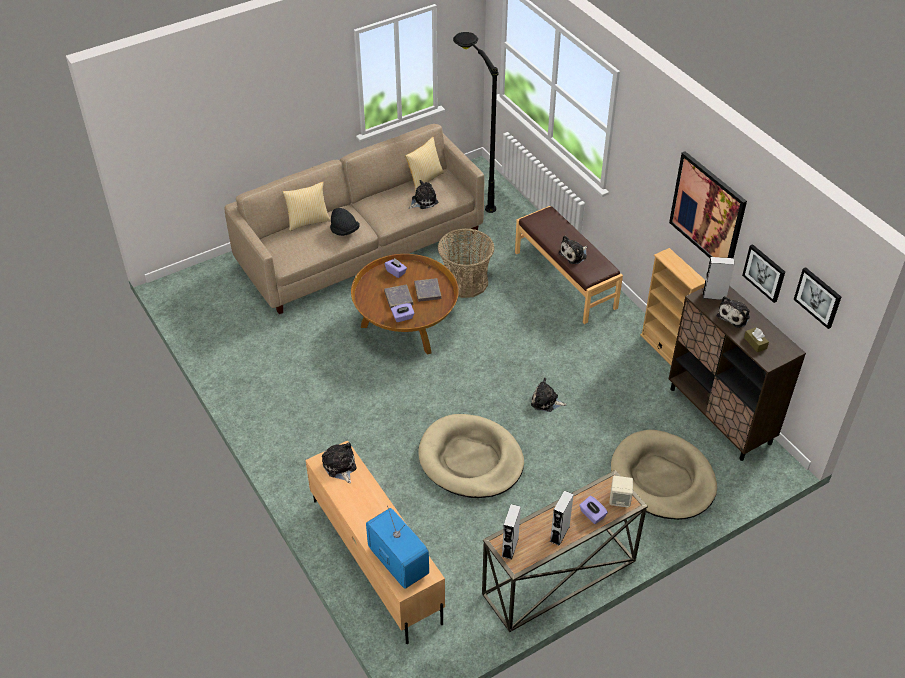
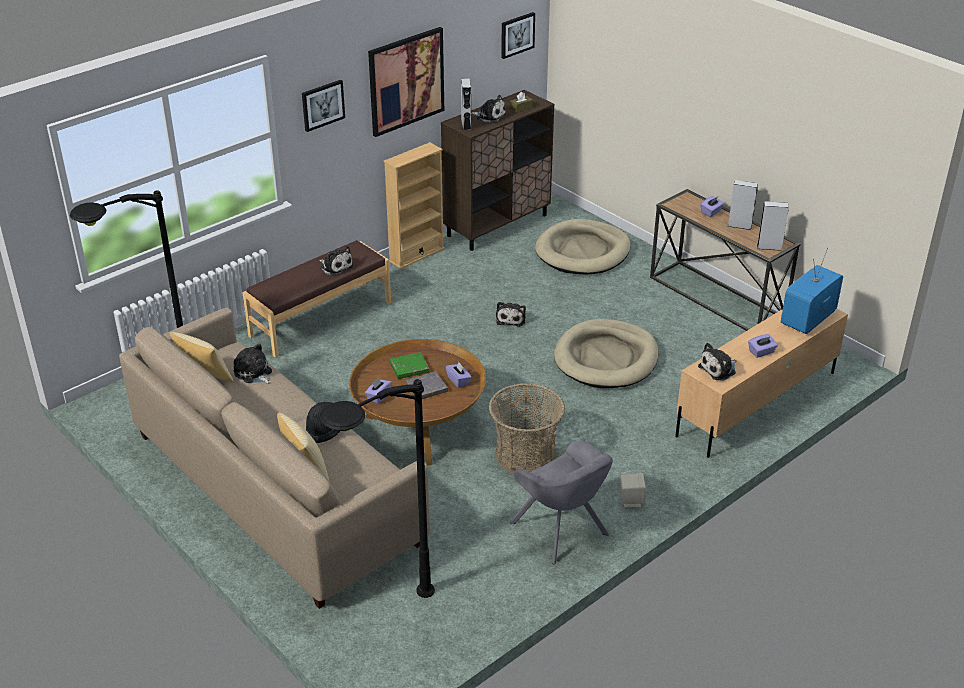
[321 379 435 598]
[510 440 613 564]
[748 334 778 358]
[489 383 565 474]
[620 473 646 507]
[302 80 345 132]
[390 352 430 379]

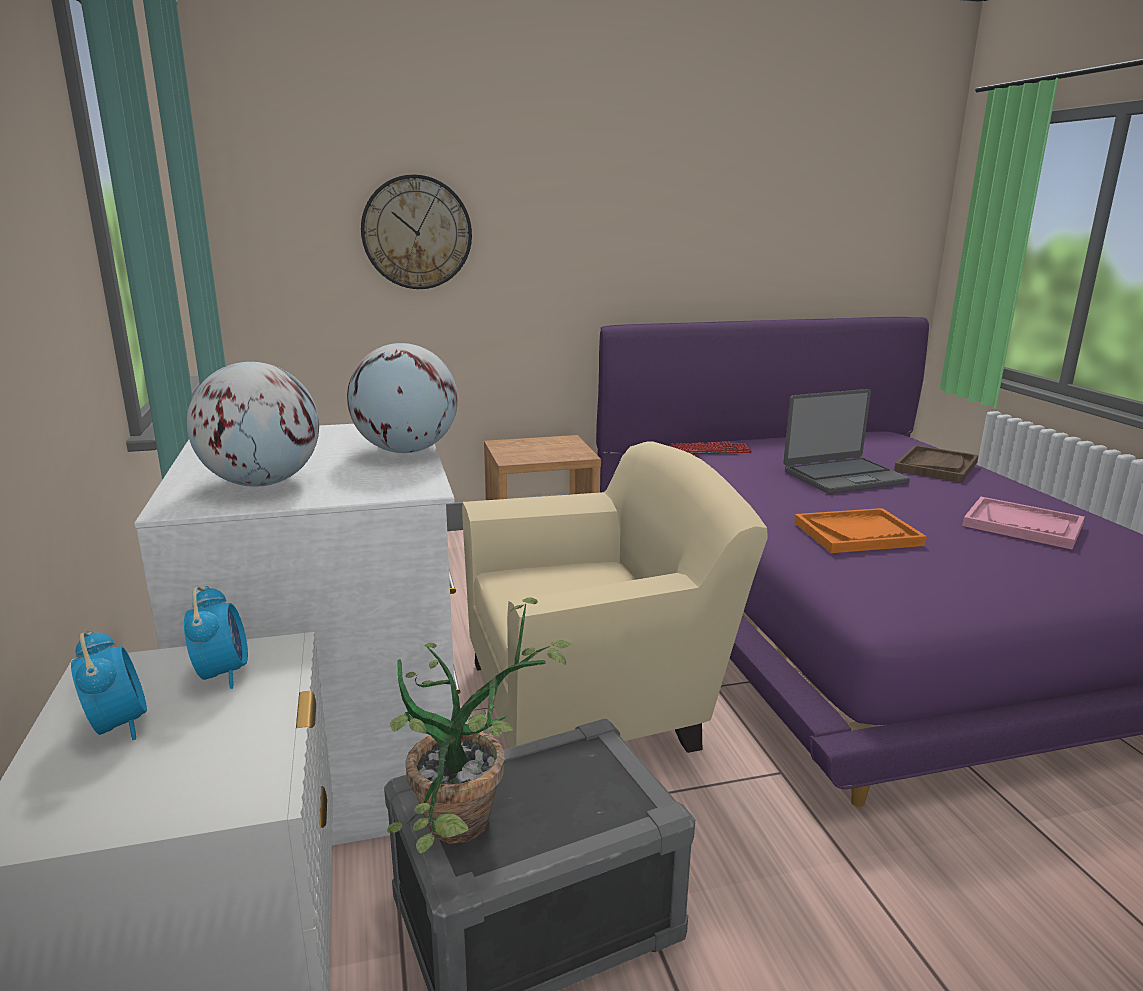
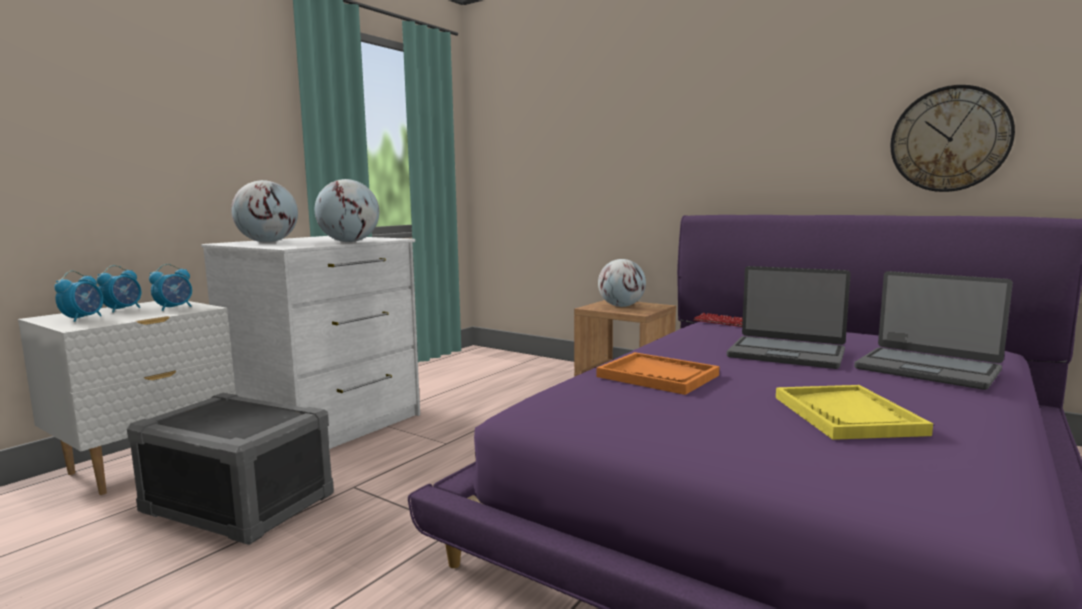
[387 597 571 853] (first image)
[462 442 768 753] (first image)
[54 271 103 322]
[598 259 646 307]
[890 85 1015 192]
[854 271 1013 390]
[776 385 933 440]

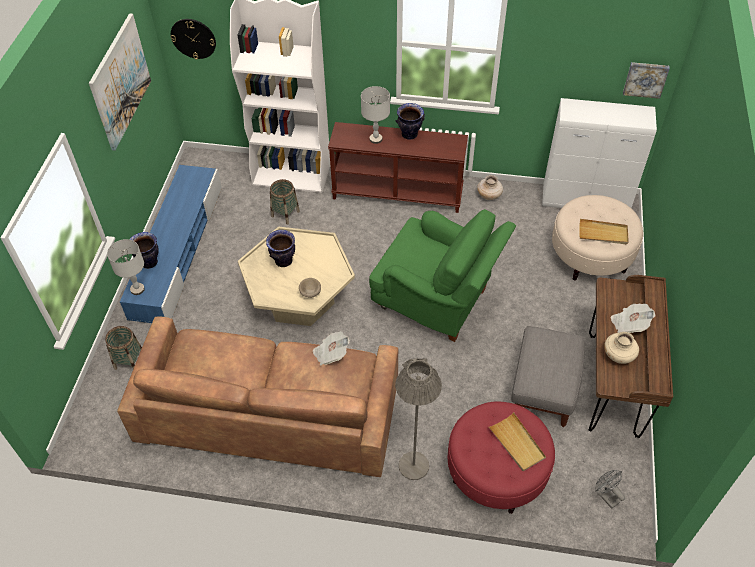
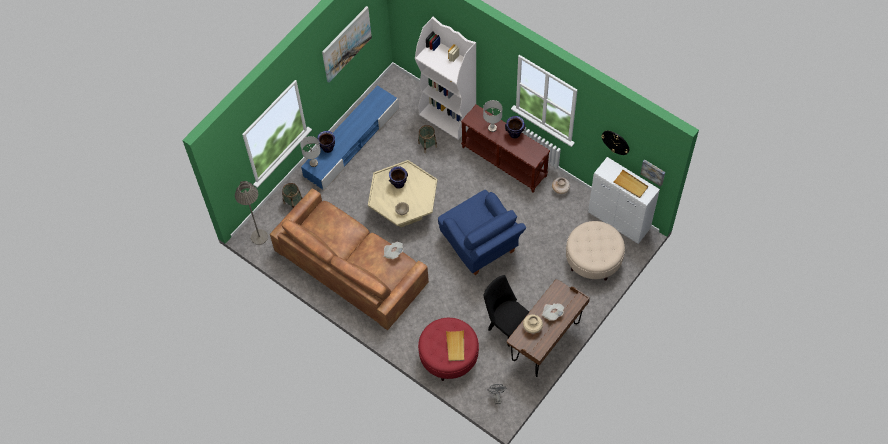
[601 131 629 155]
[235 181 268 245]
[613 169 648 198]
[483 275 529 346]
[438 190 526 275]

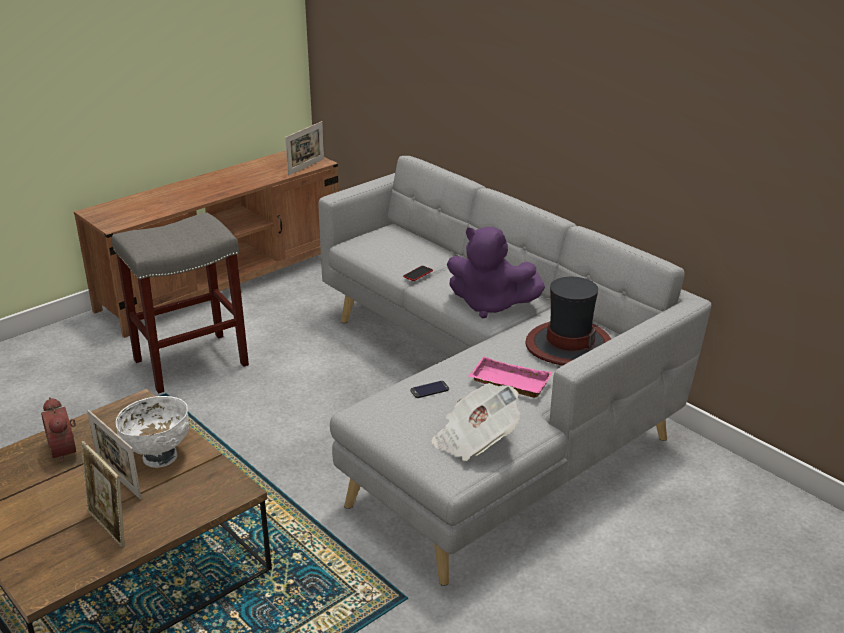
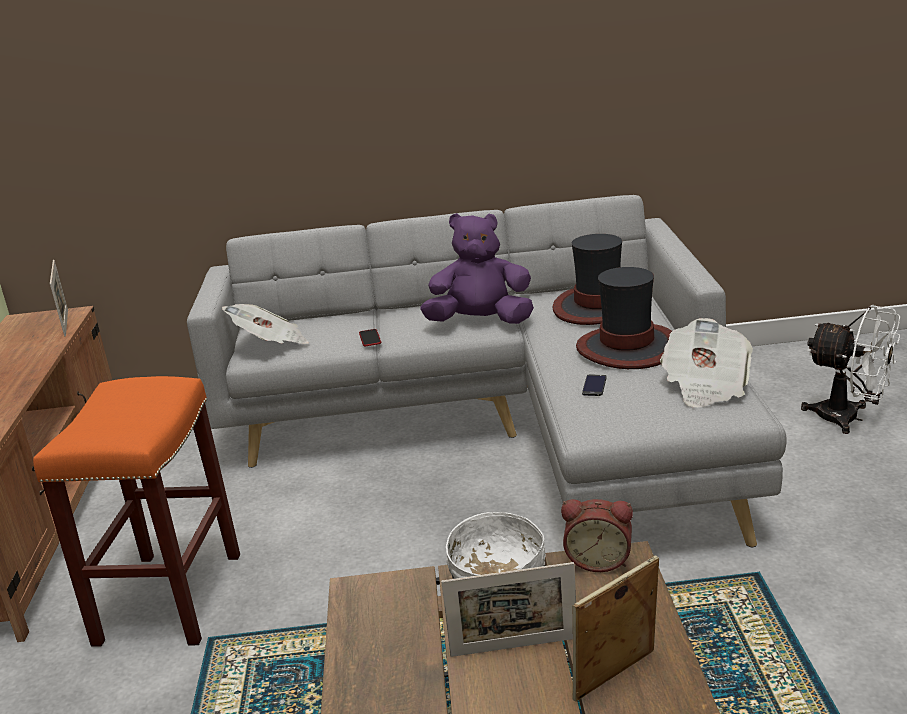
[222 304 309 344]
[801 305 900 434]
[561 499 633 572]
[576 267 672 369]
[33 376 240 647]
[572 556 659 702]
[420 213 534 324]

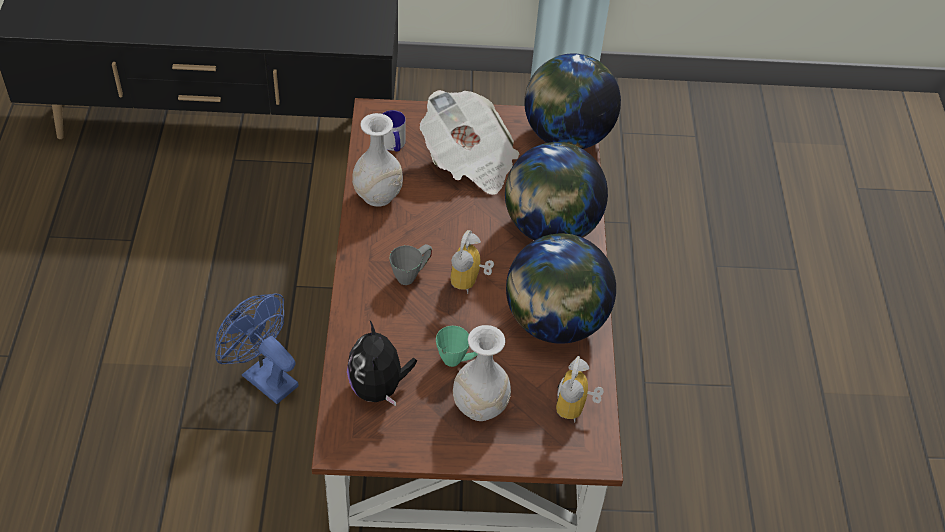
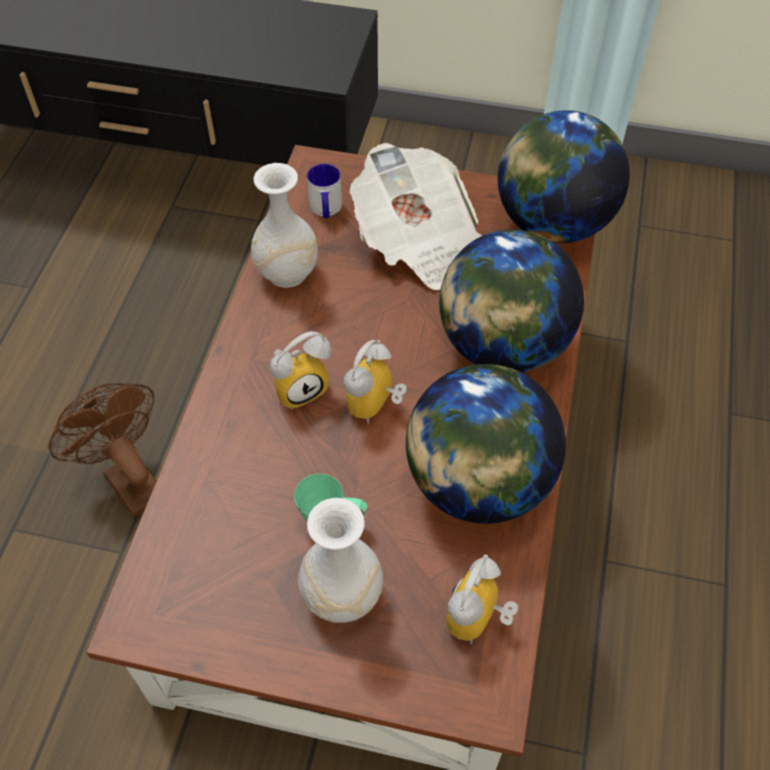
[347 321 417 406] (first image)
[270 331 331 409]
[48 382 156 517]

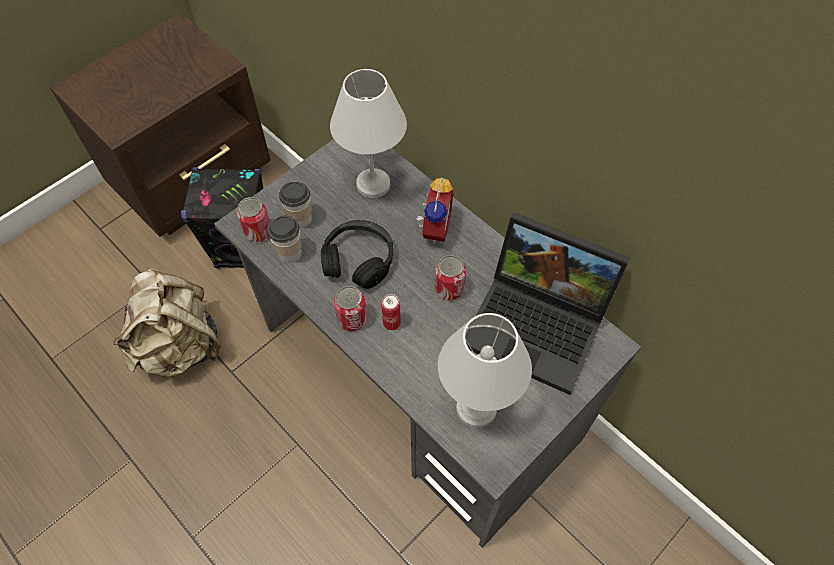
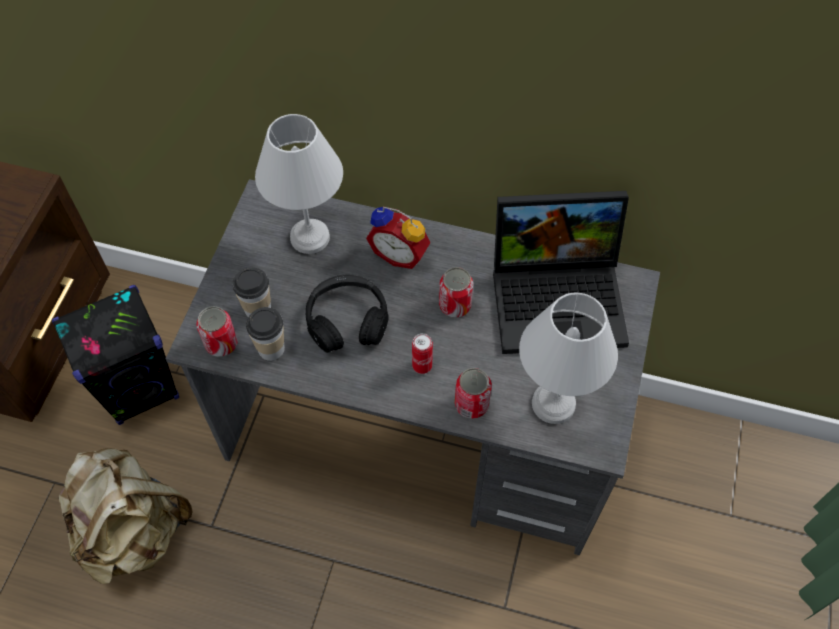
[455 368 492 419]
[366 207 431 269]

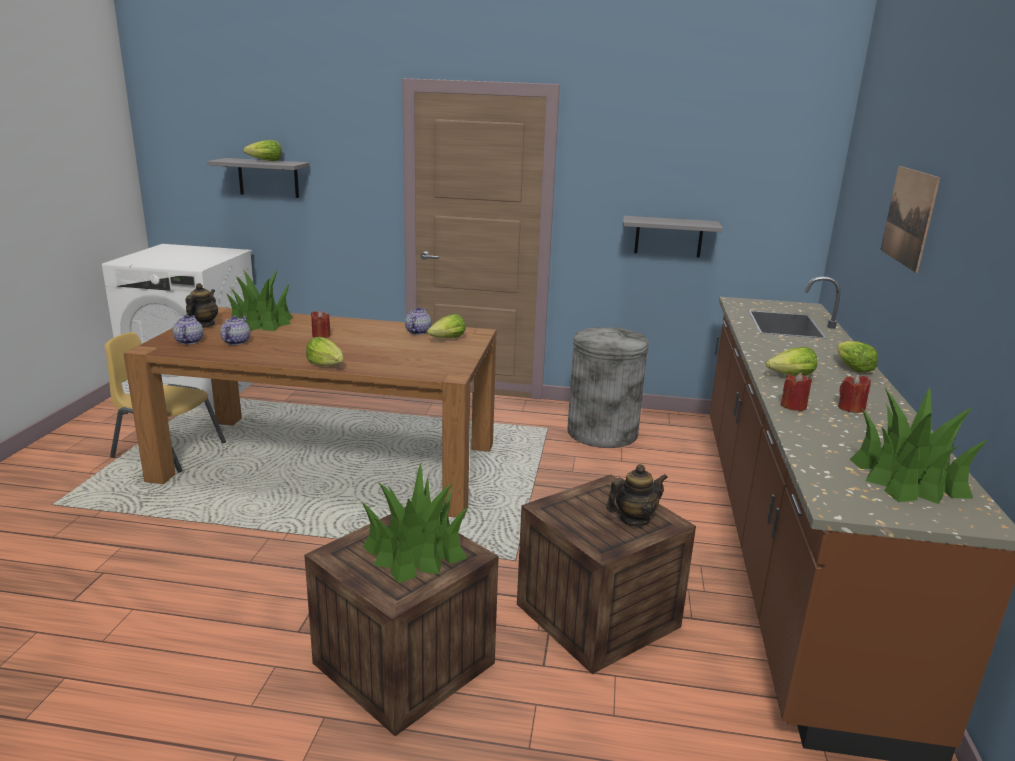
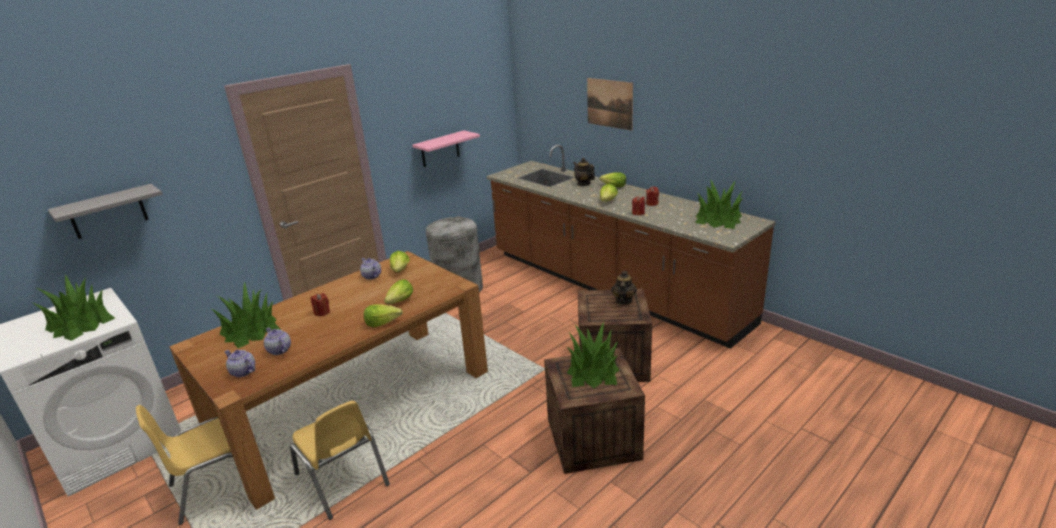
[31 274 115 341]
[290 401 390 520]
[573 158 595 186]
[384 279 413 304]
[412 130 480 167]

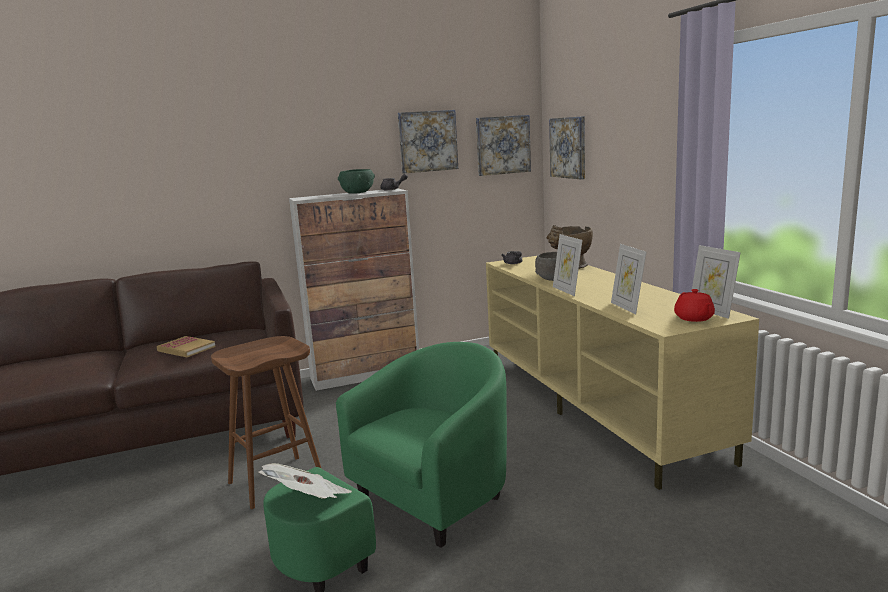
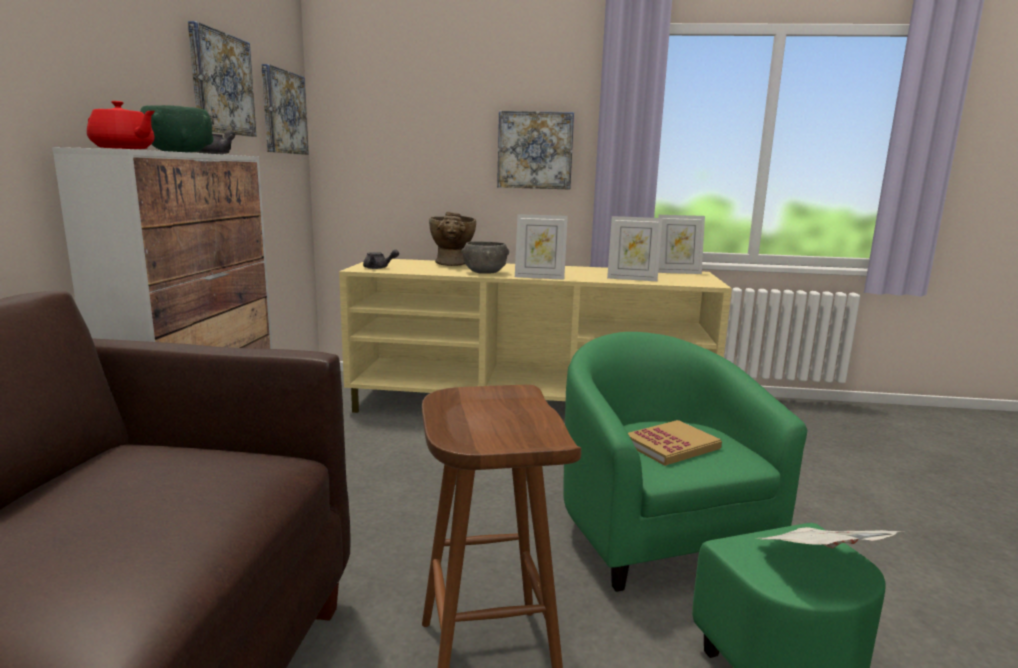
[628 420 722 466]
[497 111 574 189]
[87 101 155 149]

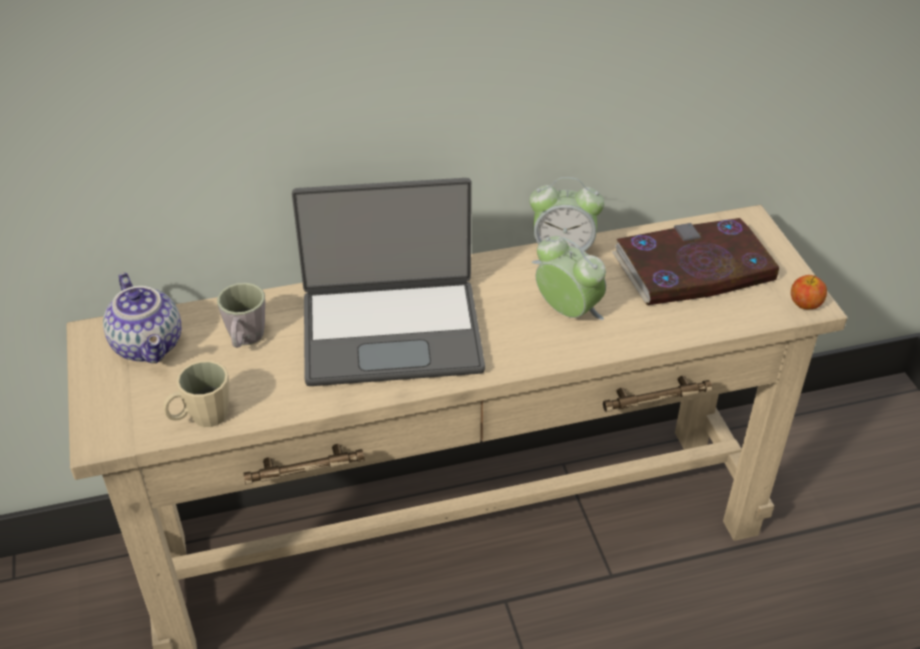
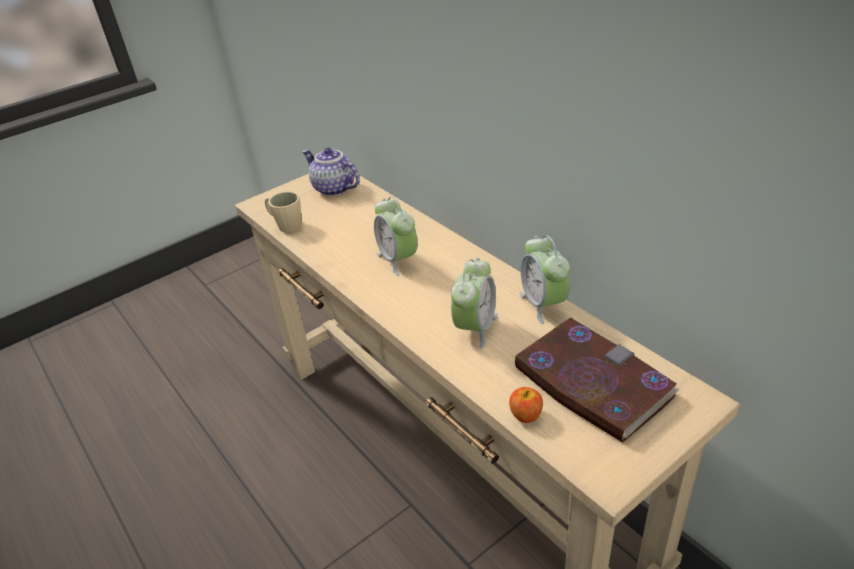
[217 283 265 348] (first image)
[509 387 543 423]
[374 196 417 276]
[302 148 360 196]

